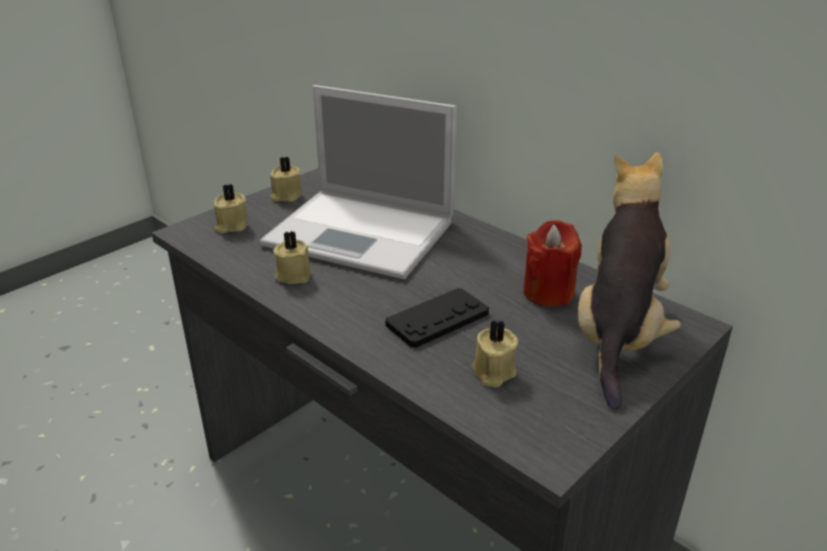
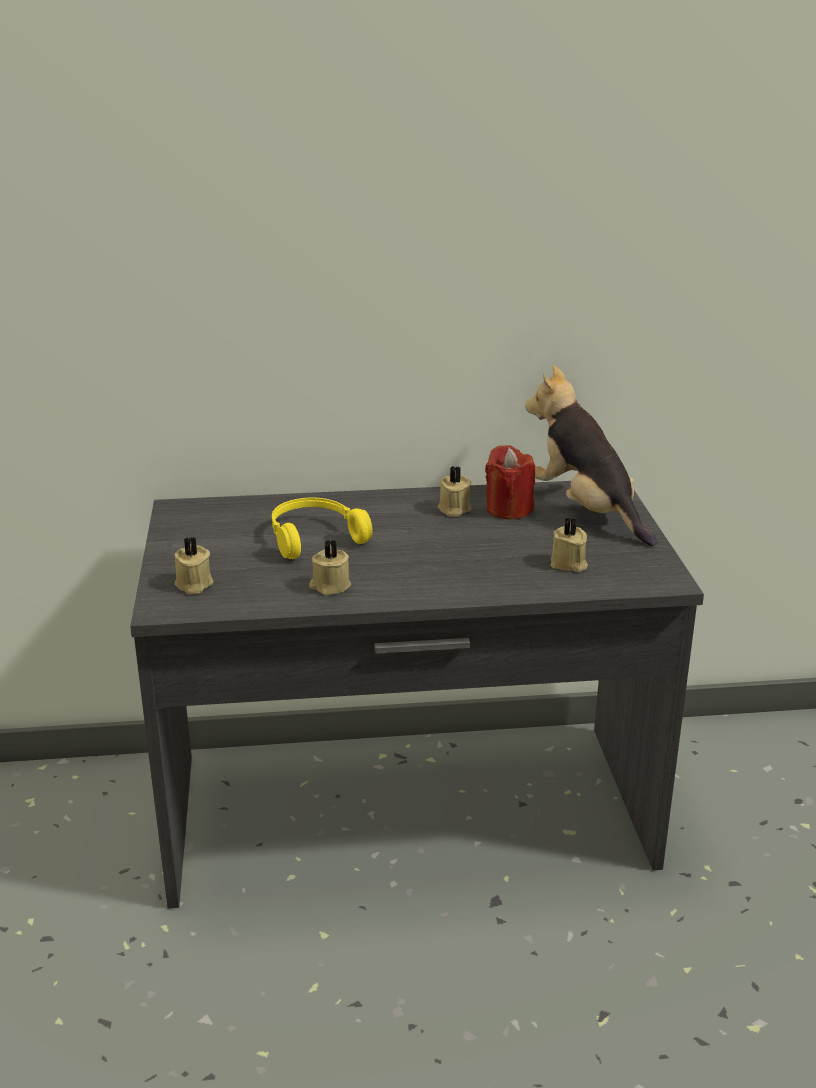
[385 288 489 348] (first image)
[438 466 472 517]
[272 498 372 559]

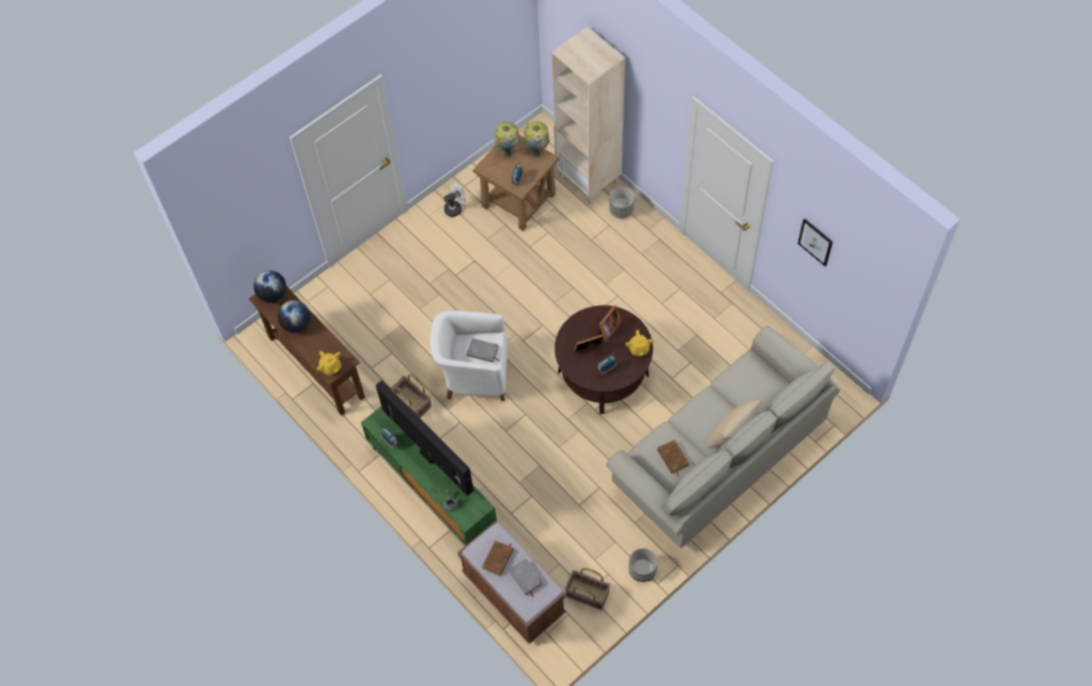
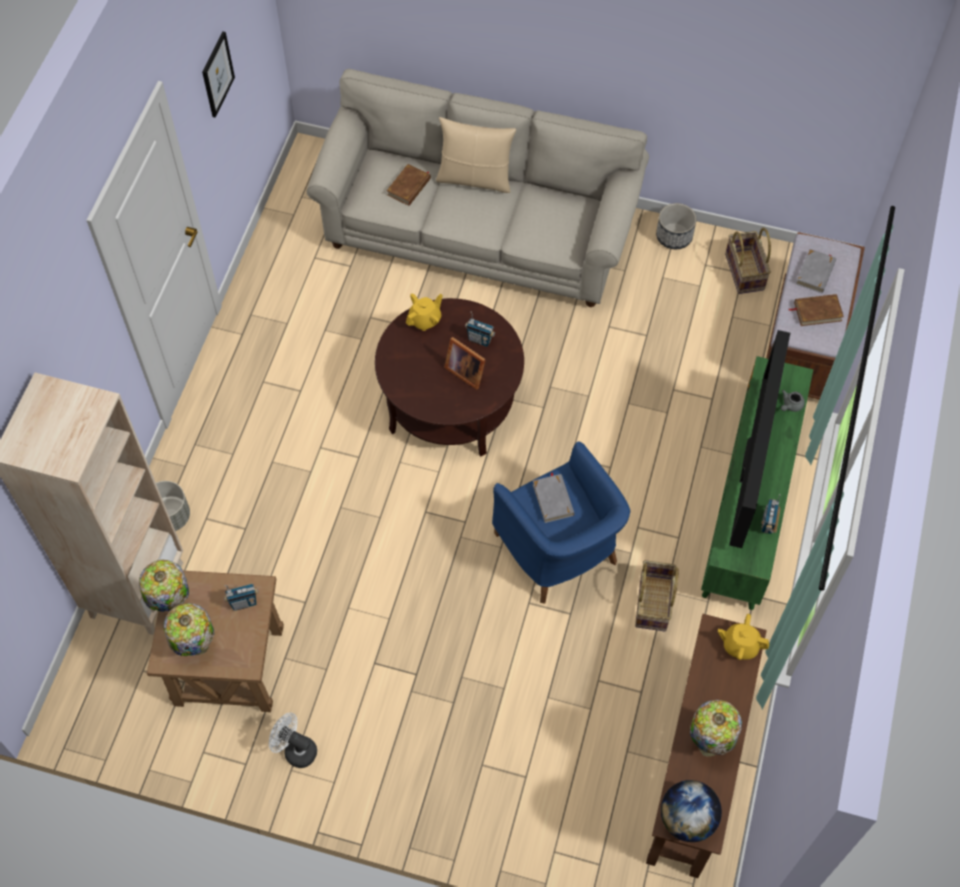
[595 305 622 342] (first image)
[387 164 431 206]
[690 700 742 757]
[492 441 630 603]
[718 614 769 660]

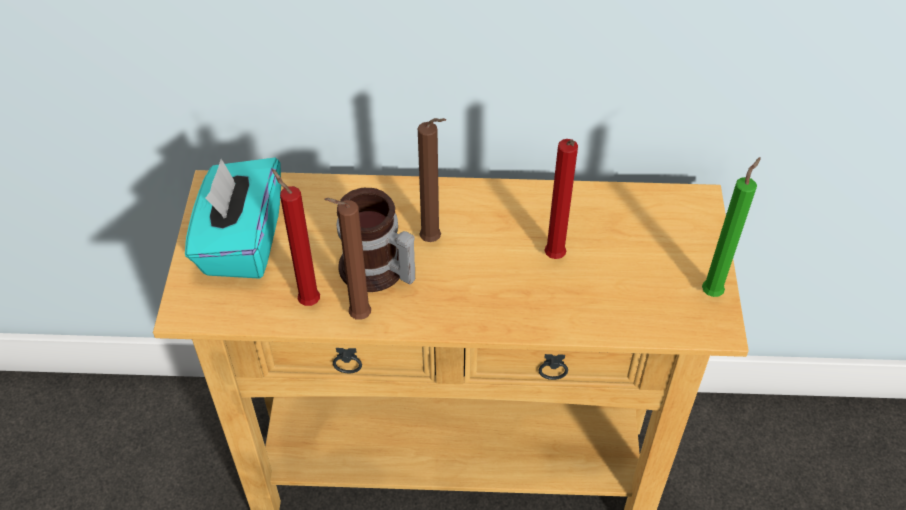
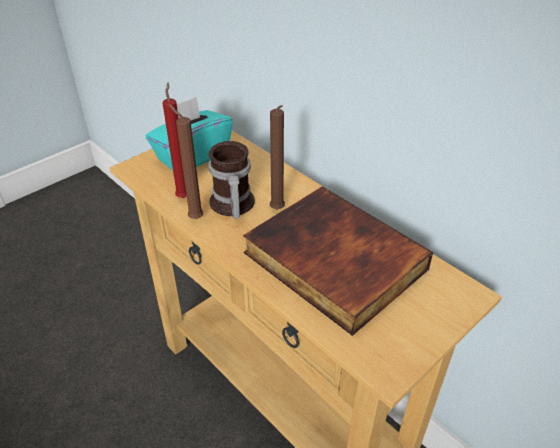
[702 157 761 297] (first image)
[243 186 433 336]

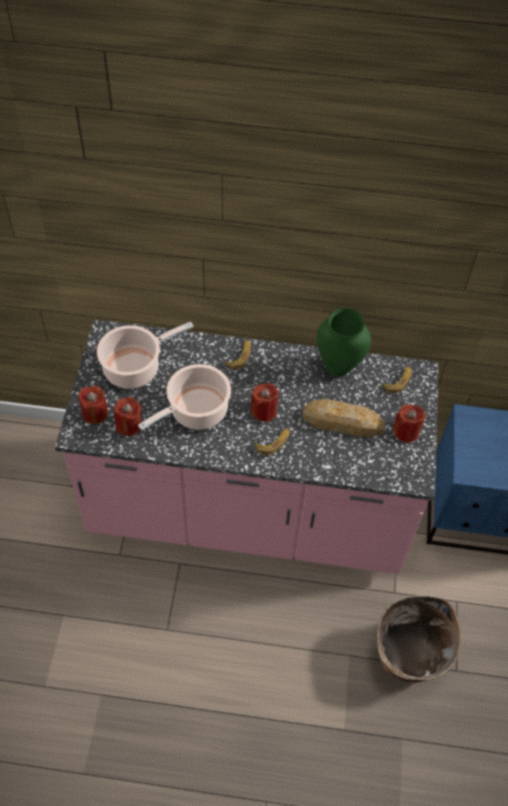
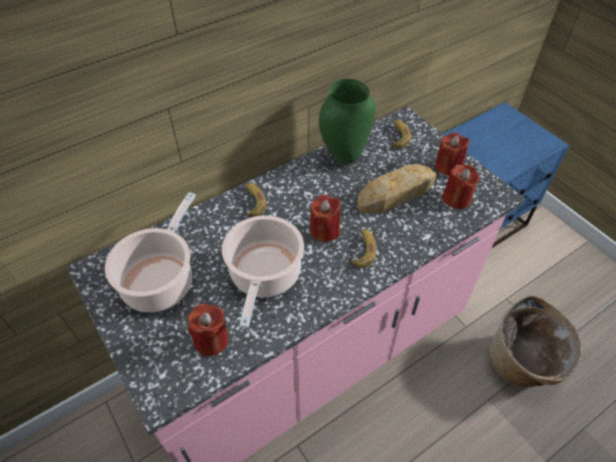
[442 164 480 209]

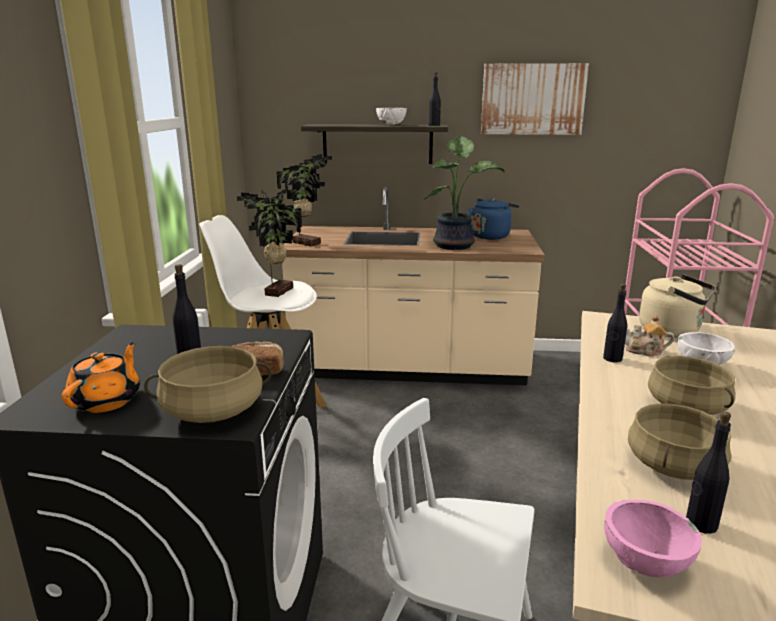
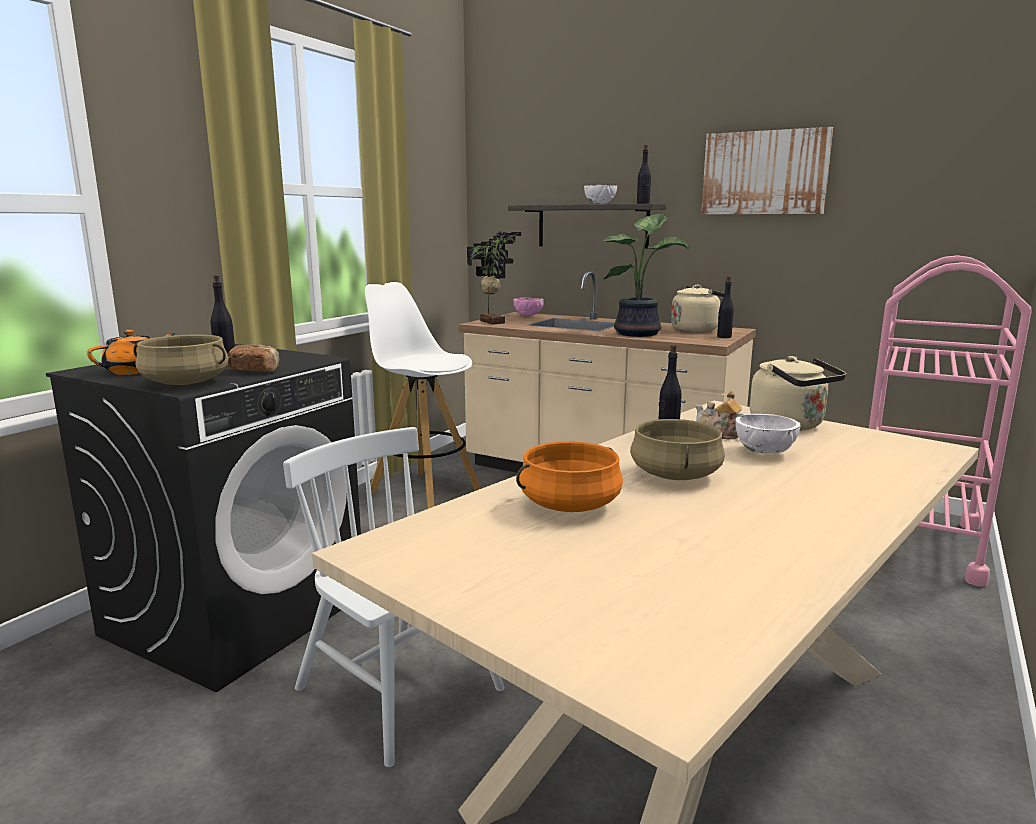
[237 189 302 297] (first image)
[513 298 544 316]
[717 276 734 338]
[671 285 731 333]
[516 441 623 512]

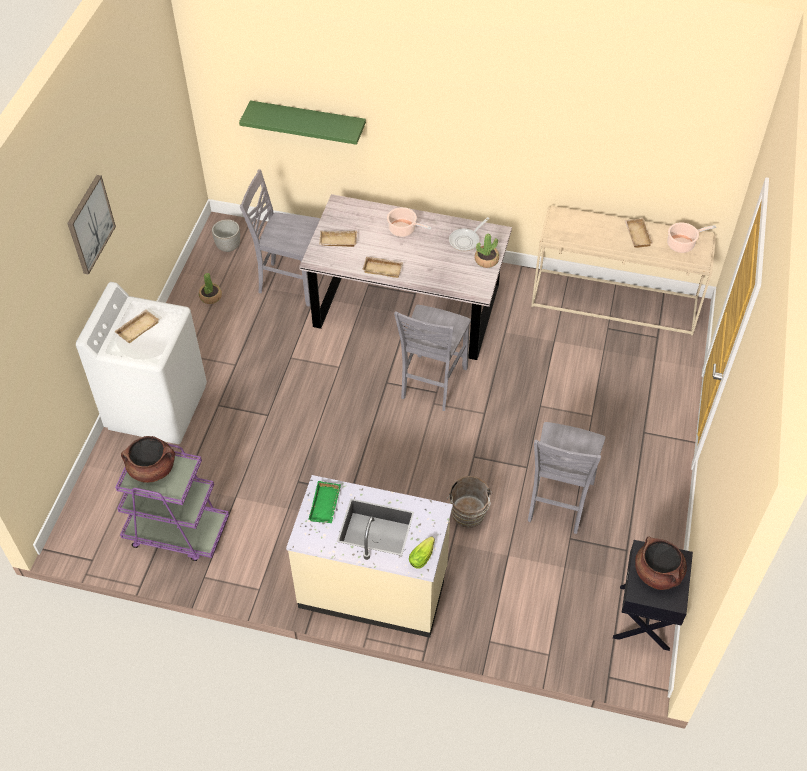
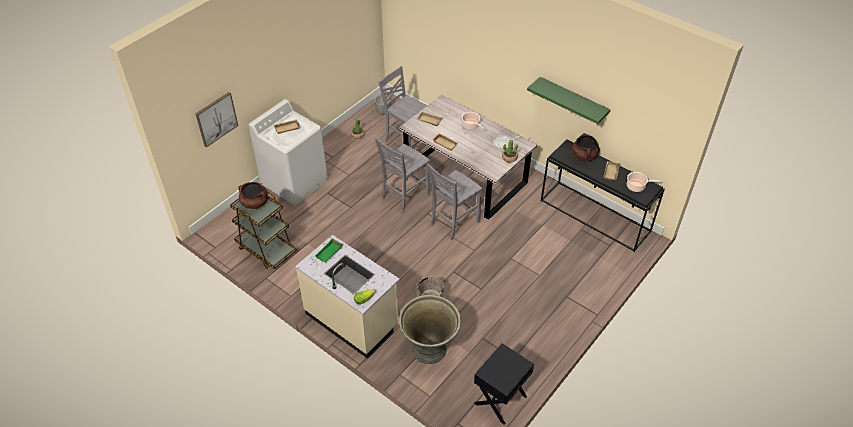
[399 295 461 364]
[195 92 238 147]
[527 77 611 124]
[375 137 430 212]
[572 133 600 162]
[230 191 297 269]
[541 140 665 252]

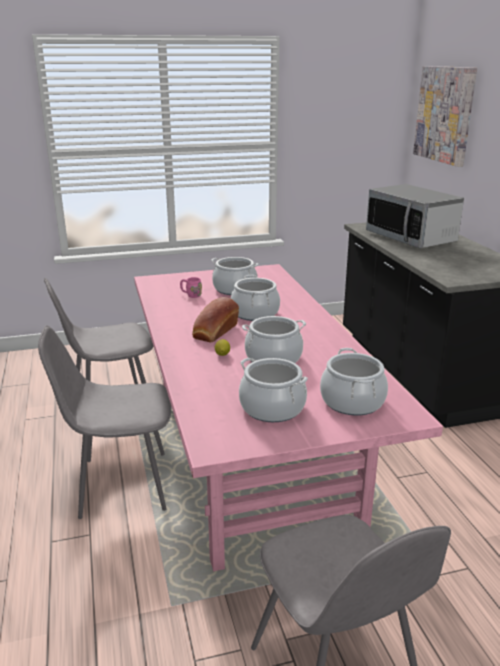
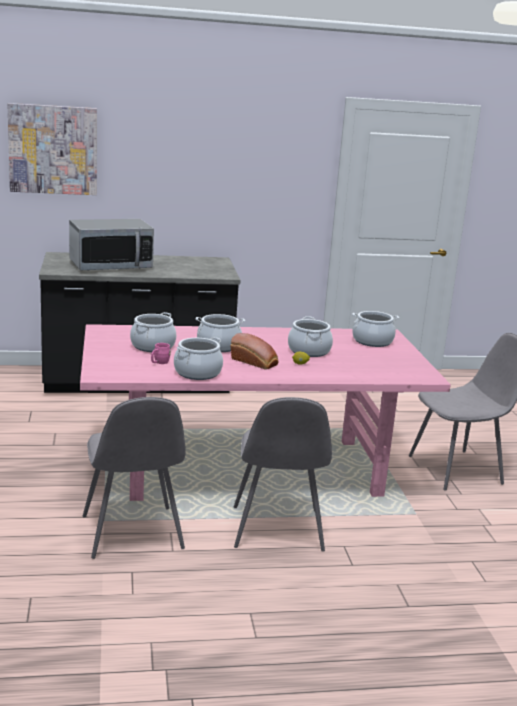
[174 337 223 380]

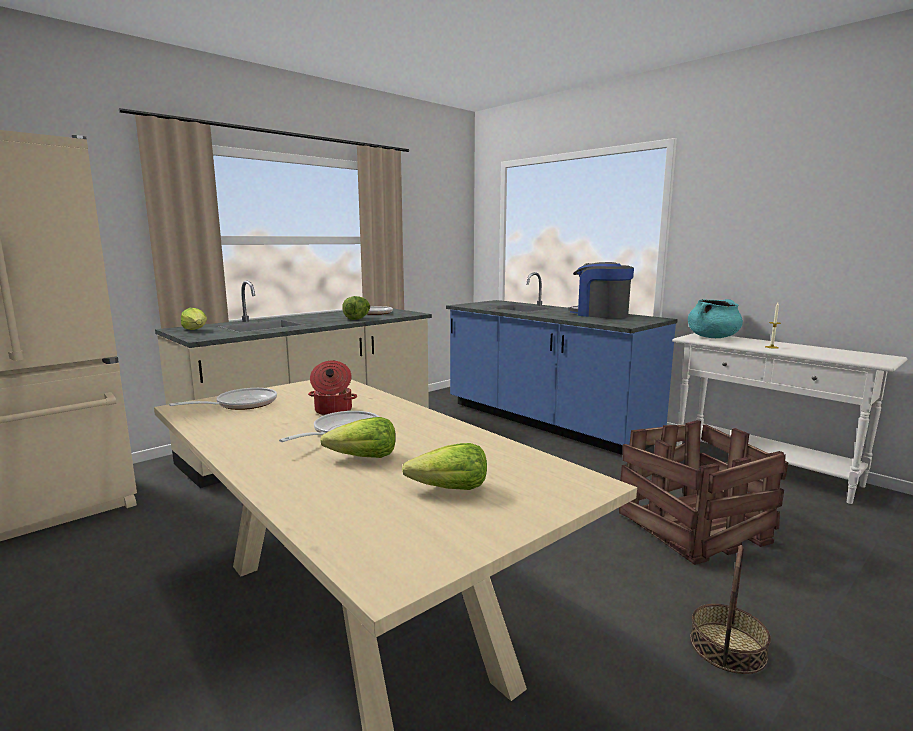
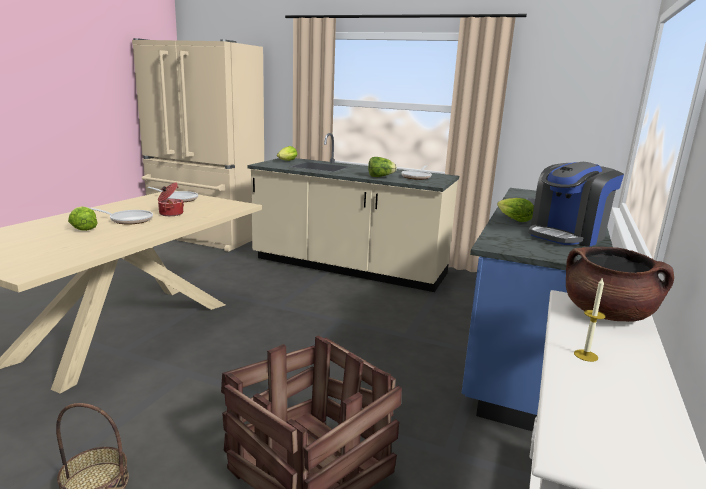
[497 198 534 222]
[566 247 674 322]
[529 162 624 247]

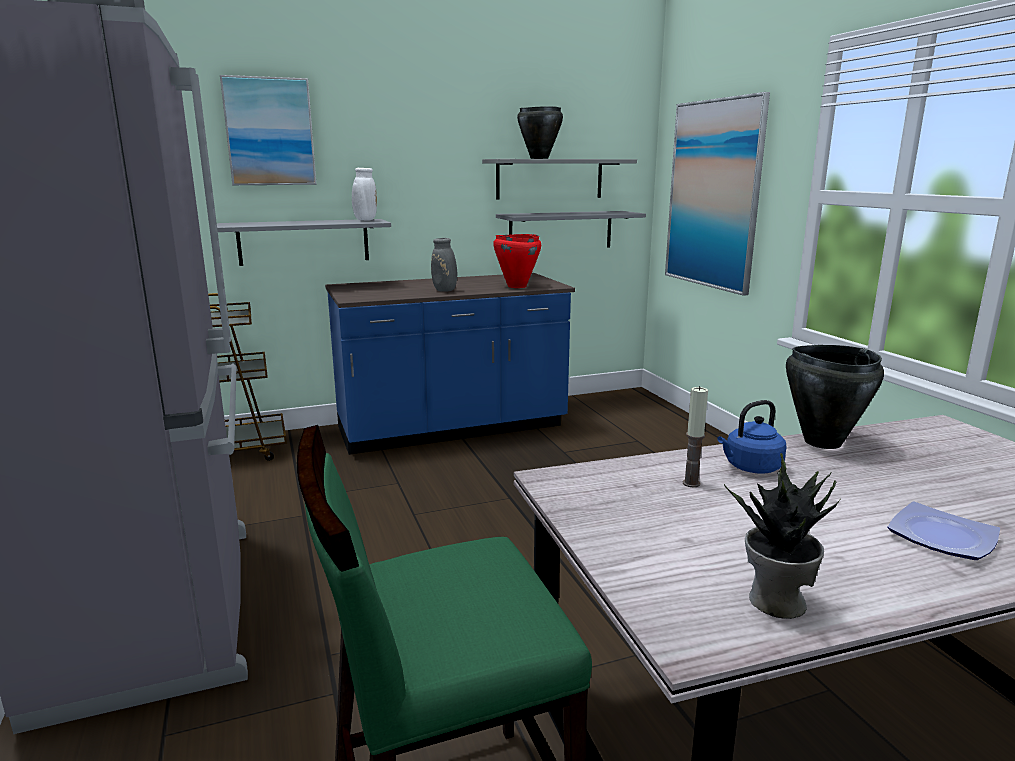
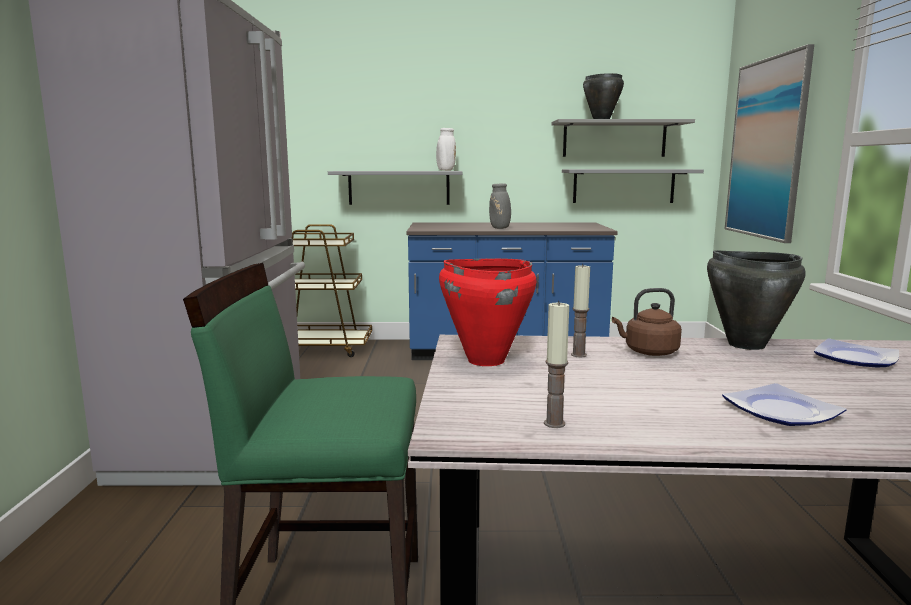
[220 75 317 185] (first image)
[814 338 899 367]
[439 259 537 366]
[544 301 569 428]
[612 288 682 356]

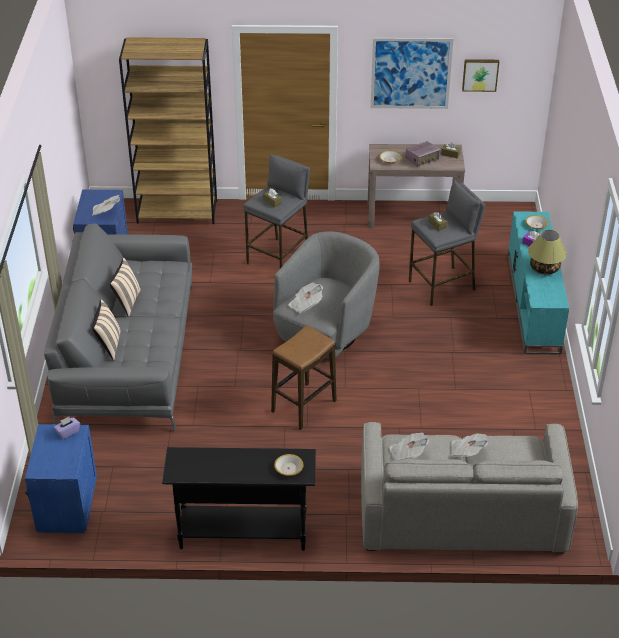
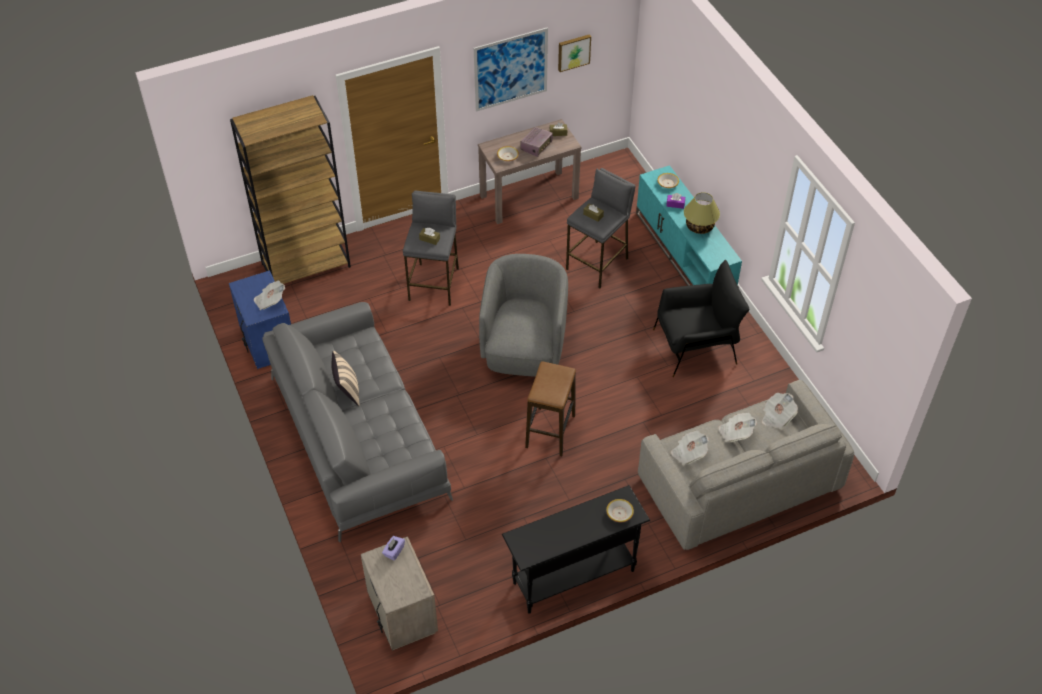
[92 300 121 360] (first image)
[653 260 750 377]
[762 393 798 429]
[361 536 438 651]

